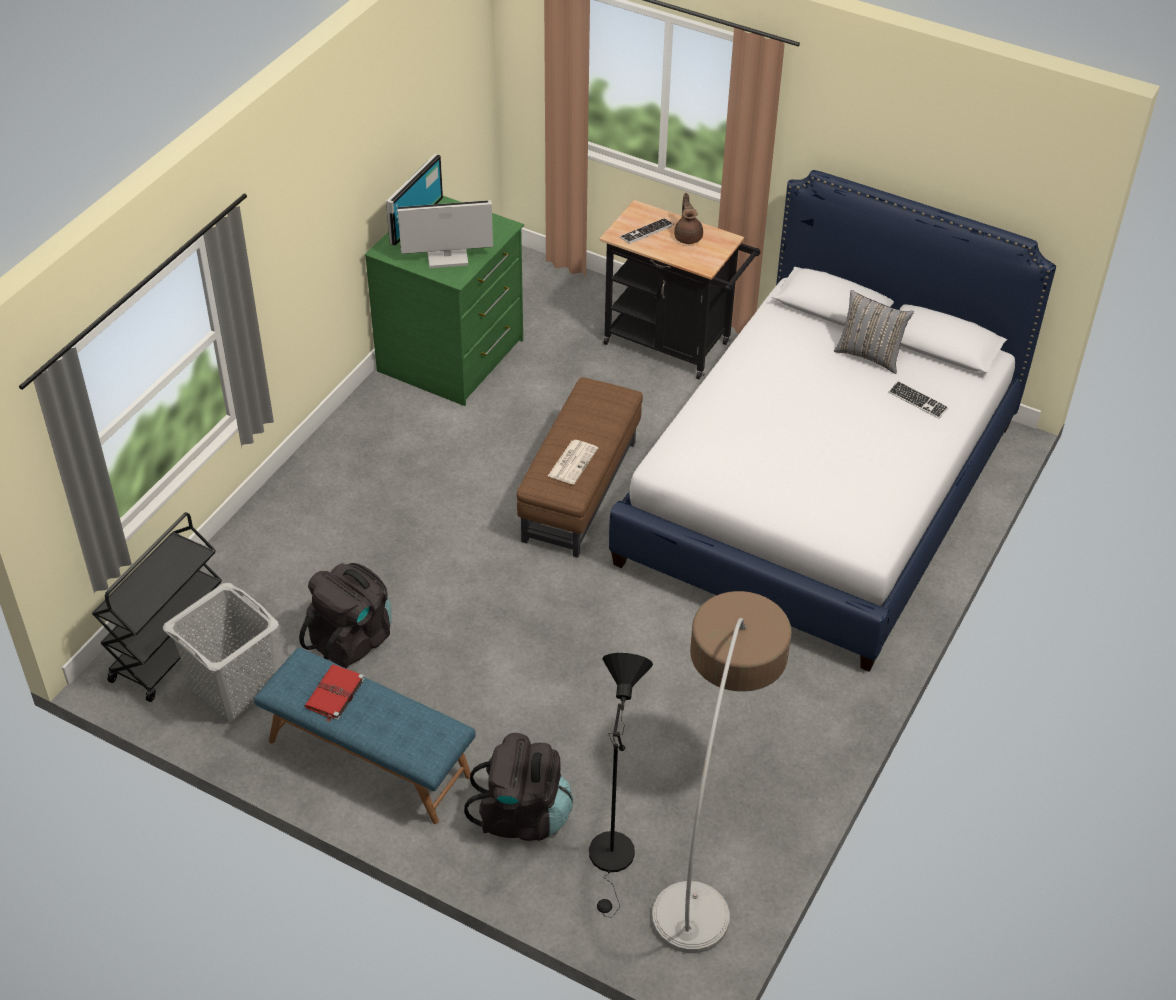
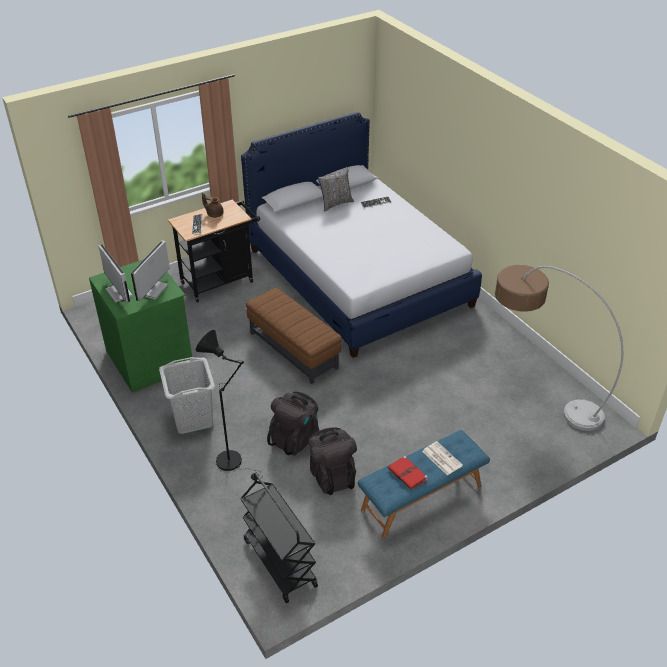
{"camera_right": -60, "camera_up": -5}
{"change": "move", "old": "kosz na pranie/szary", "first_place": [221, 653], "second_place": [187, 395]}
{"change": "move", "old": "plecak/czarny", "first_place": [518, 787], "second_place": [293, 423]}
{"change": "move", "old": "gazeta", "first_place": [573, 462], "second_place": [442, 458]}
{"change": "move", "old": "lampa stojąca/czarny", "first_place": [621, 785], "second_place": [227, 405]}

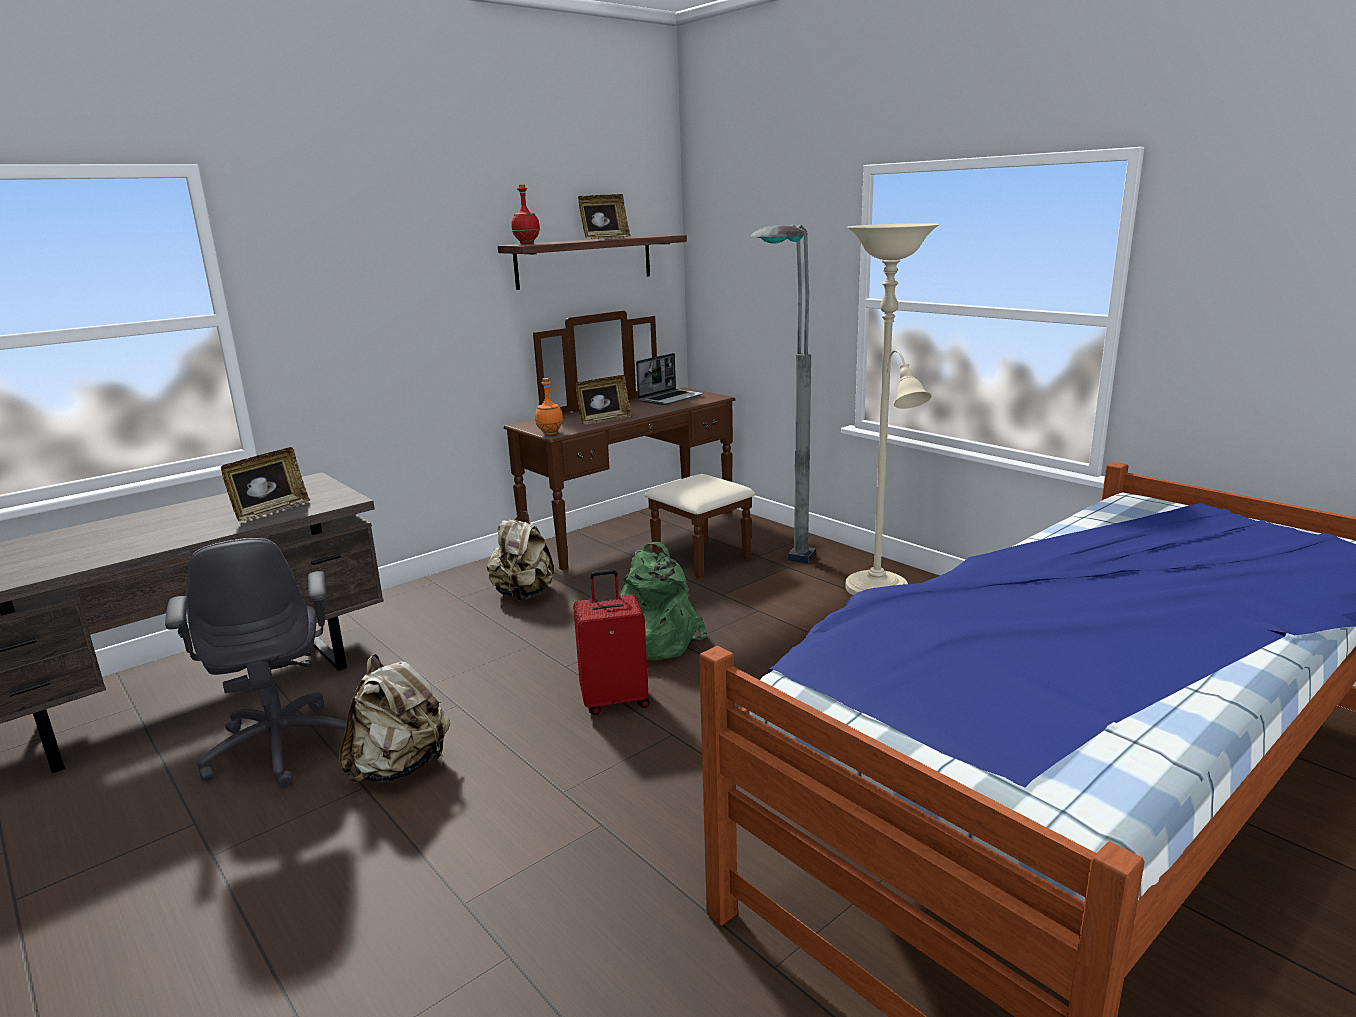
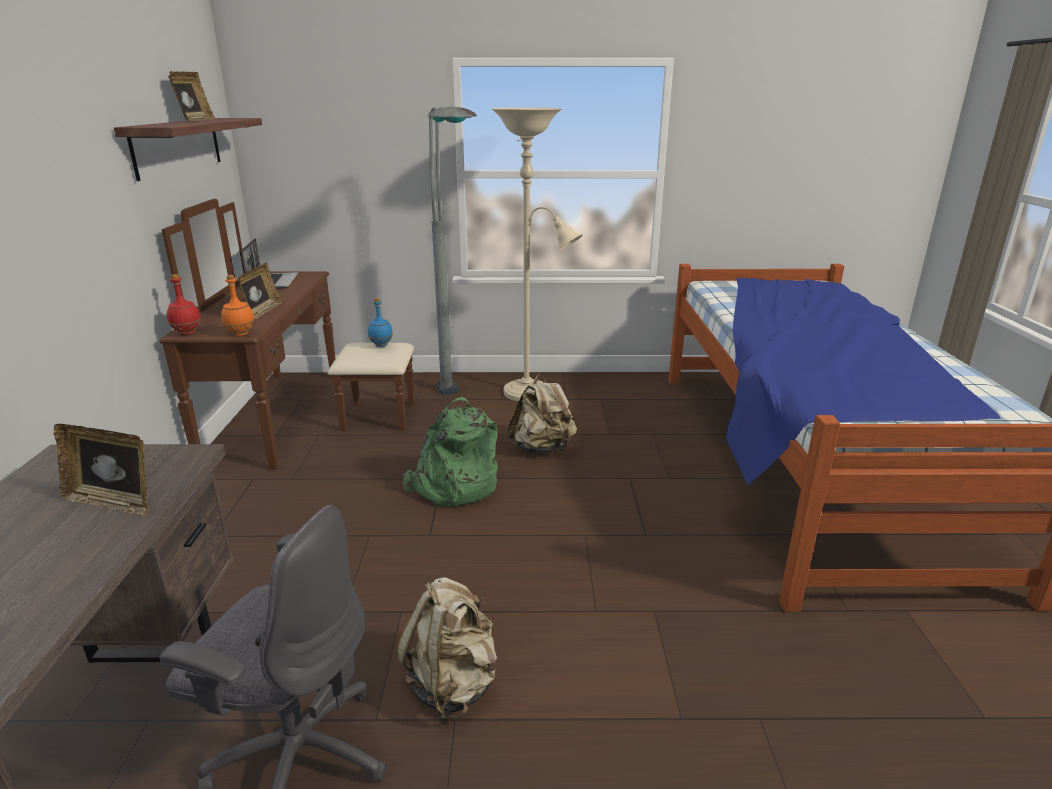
{"camera_right": -50, "camera_up": 5}
{"change": "rotate", "old": "ramka na zdjęcie", "first_place": [265, 484], "second_place": [101, 470], "degrees": 120}
{"change": "move", "old": "plecak/beżowy", "first_place": [520, 555], "second_place": [542, 413]}
{"change": "move", "old": "butelka/czerwony", "first_place": [525, 214], "second_place": [184, 304]}
{"change": "delete", "old": "walizka/czerwony", "first_place": [611, 642]}
{"change": "insert", "new": "butelka/niebieski", "second_place": [380, 322]}

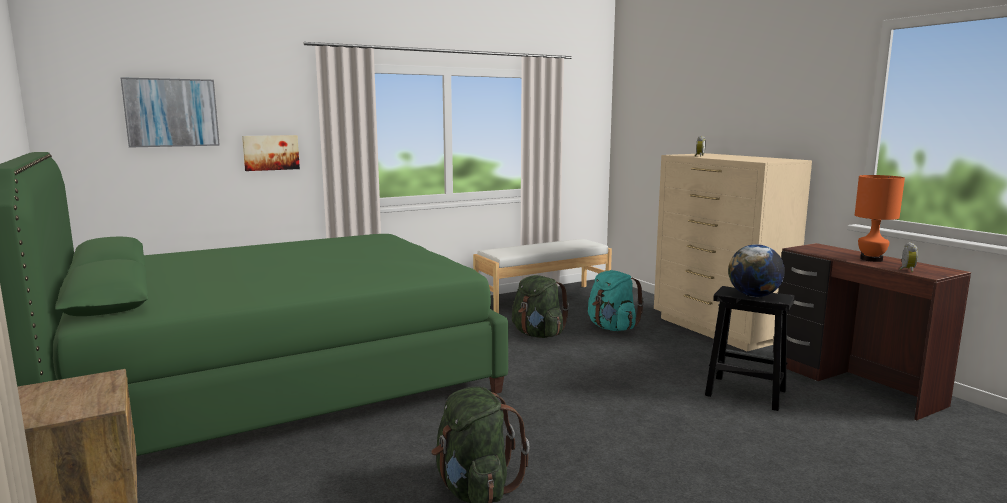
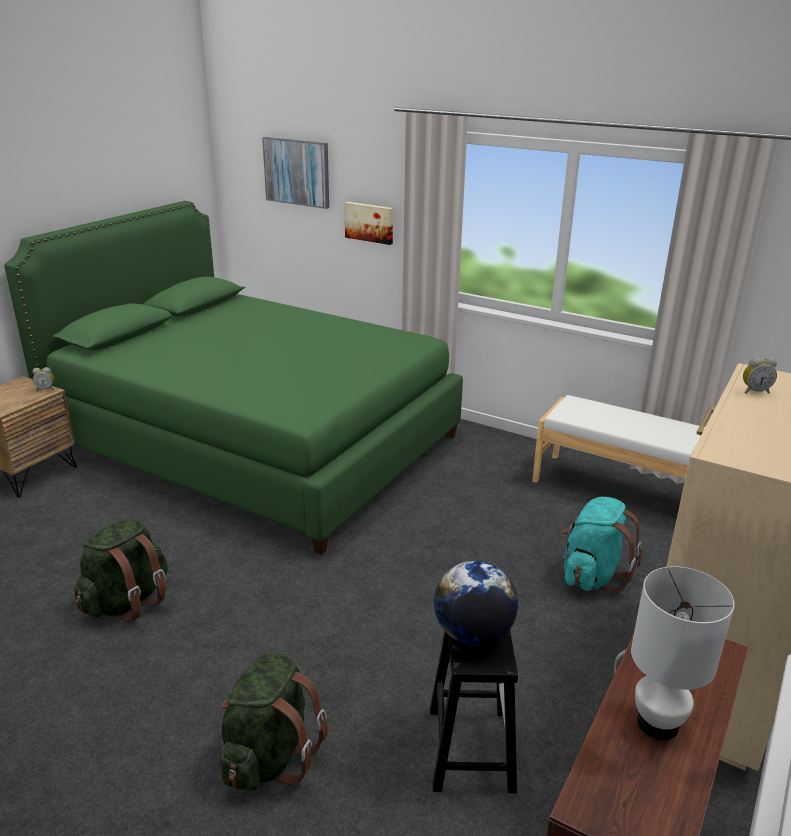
{"camera_right": 60, "camera_up": 15}
{"change": "move", "old": "plecak/zielony", "first_place": [540, 306], "second_place": [274, 722]}
{"change": "recolor", "old": "lampa stołowa/pomarańczowy", "new": "lampa stołowa/biały", "first_place": [880, 218], "second_place": [683, 653]}
{"change": "move", "old": "budzik", "first_place": [909, 257], "second_place": [43, 379]}

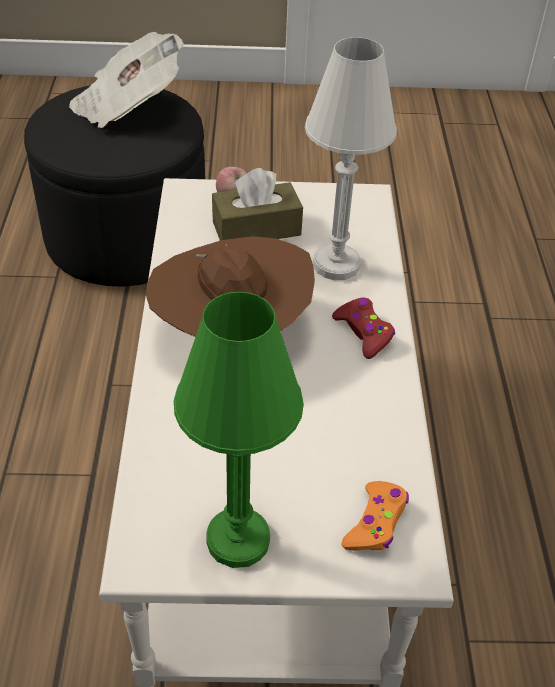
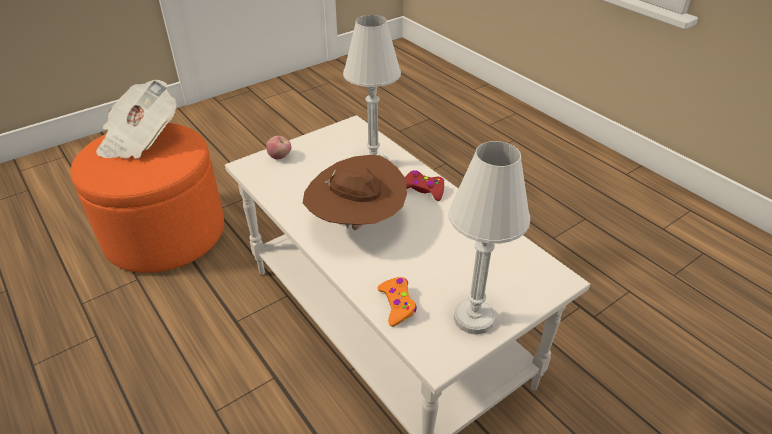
{"camera_right": -35, "camera_up": -5}
{"change": "recolor", "old": "pufa/czarny", "new": "pufa/pomarańczowy", "first_place": [114, 186], "second_place": [147, 198]}
{"change": "recolor", "old": "lampa stołowa/zielony", "new": "lampa stołowa/biały", "first_place": [239, 430], "second_place": [489, 238]}
{"change": "delete", "old": "pudełko chusteczek/brązowy", "first_place": [257, 204]}
{"change": "move", "old": "pad do gier/pomarańczowy", "first_place": [375, 516], "second_place": [397, 302]}

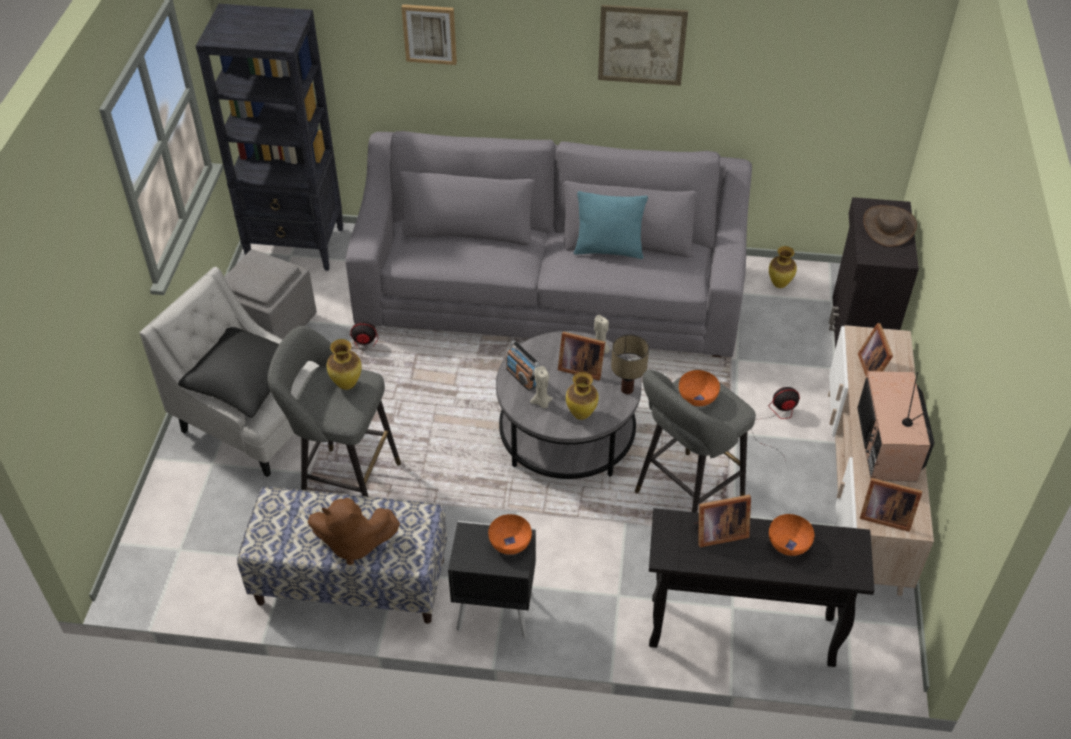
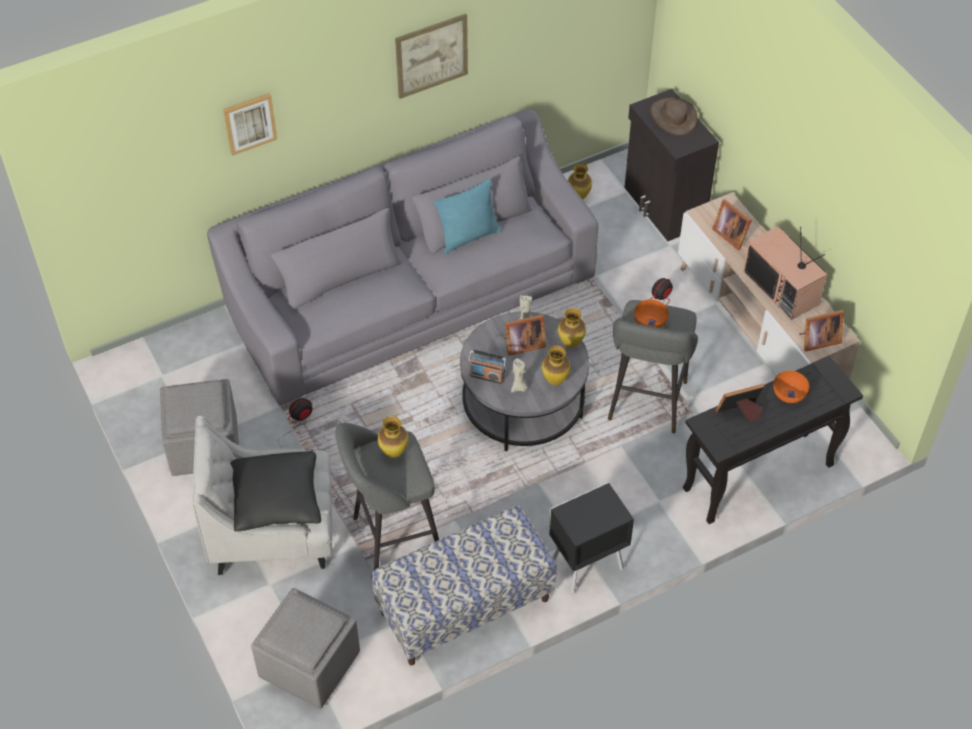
{"camera_right": -35, "camera_up": 5}
{"change": "delete", "old": "regał/czarny", "first_place": [269, 137]}
{"change": "delete", "old": "pluszak/brązowy", "first_place": [354, 531]}
{"change": "delete", "old": "miska/pomarańczowy", "first_place": [510, 534]}
{"change": "replace", "old": "lampa stołowa", "new": "wazon", "first_place": [630, 364], "second_place": [572, 328]}
{"change": "rotate", "old": "ramka na zdjęcie", "first_place": [722, 521], "second_place": [740, 402], "degrees": -150}
{"change": "insert", "new": "pufa/szary", "second_place": [305, 648]}

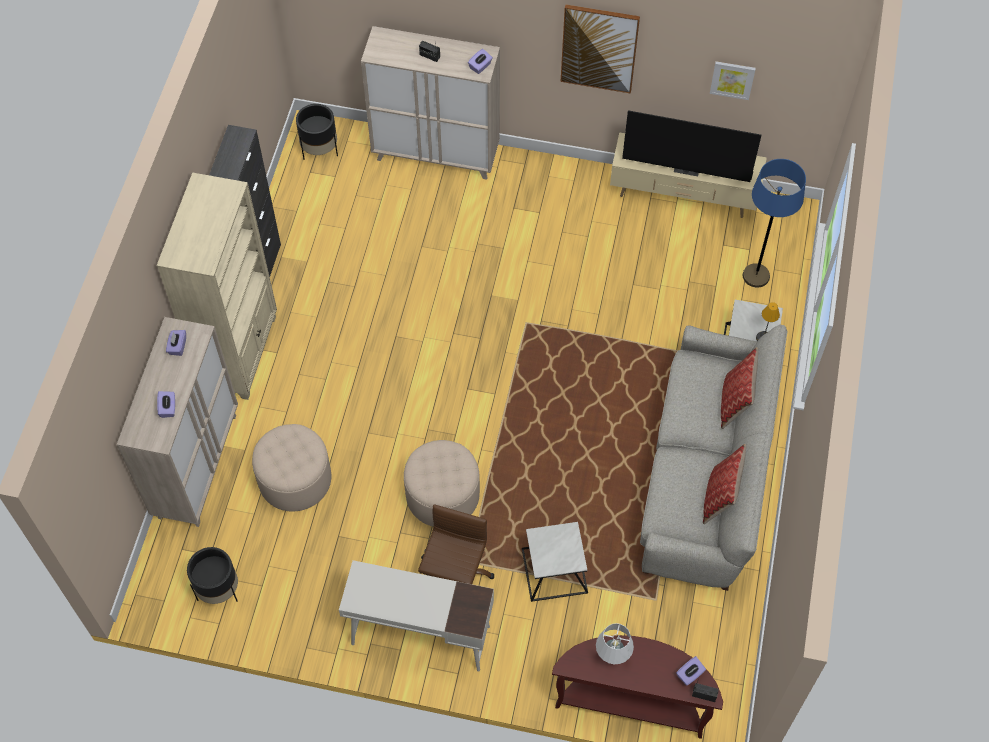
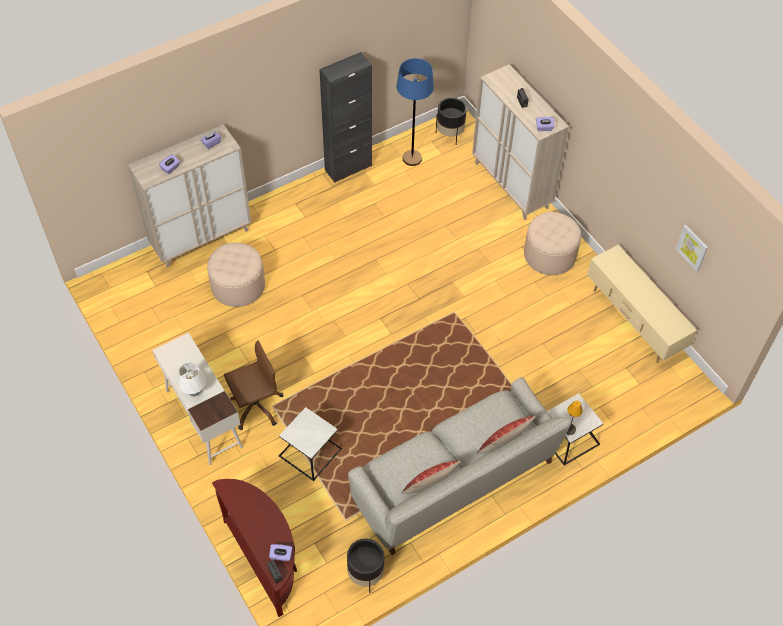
{"camera_right": 45, "camera_up": -5}
{"change": "delete", "old": "regał/beżowy", "first_place": [217, 286]}
{"change": "move", "old": "donica/czarny", "first_place": [212, 575], "second_place": [365, 566]}
{"change": "move", "old": "pufa/beżowy", "first_place": [442, 483], "second_place": [552, 243]}
{"change": "delete", "old": "obraz", "first_place": [600, 48]}
{"change": "move", "old": "lampa stołowa/biały", "first_place": [615, 643], "second_place": [192, 379]}
{"change": "delete", "old": "telewizor", "first_place": [691, 146]}
{"change": "move", "old": "lampa stojąca/niebieski", "first_place": [774, 223], "second_place": [415, 112]}

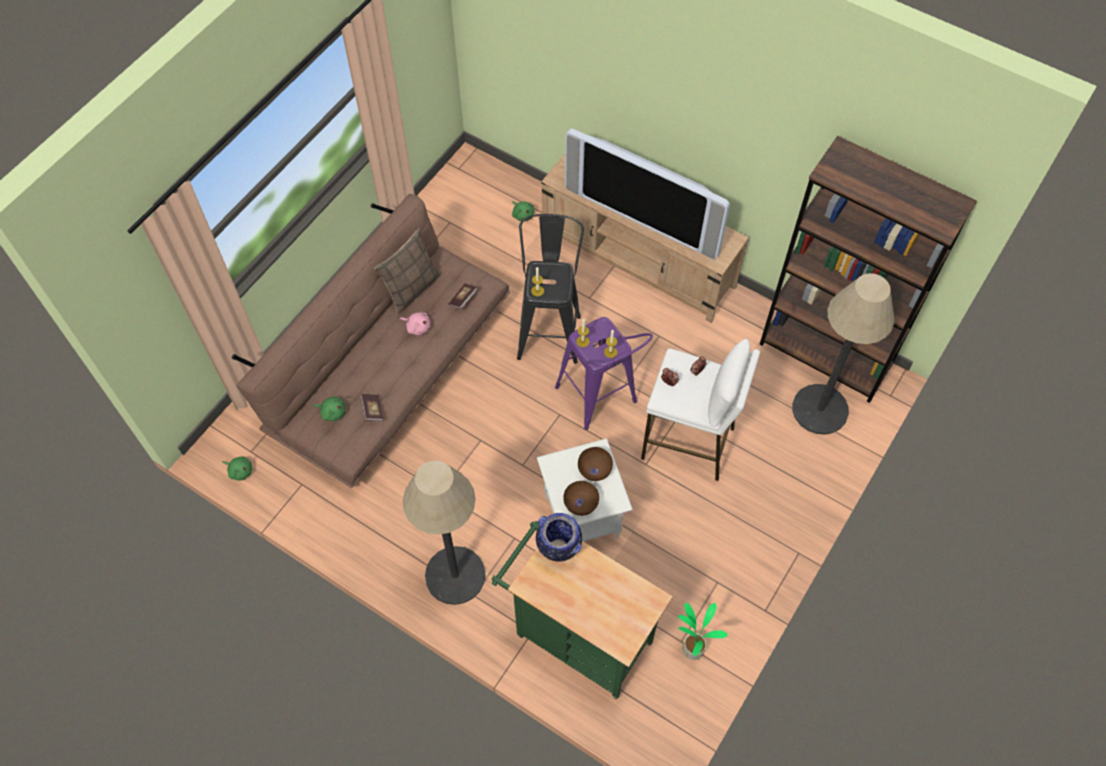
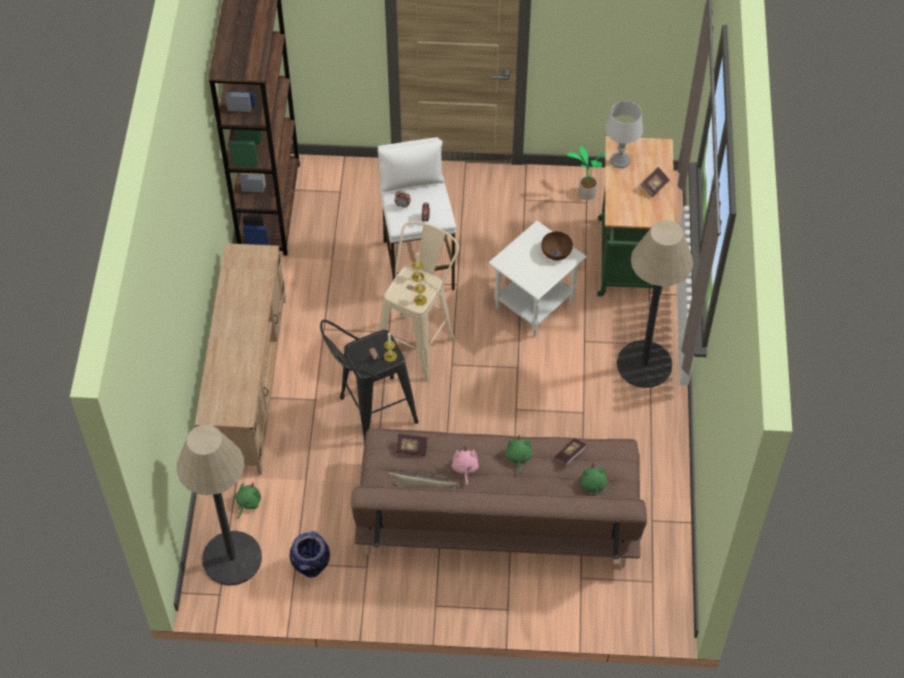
{"camera_right": -120, "camera_up": -5}
{"change": "move", "old": "pluszak/zielony", "first_place": [237, 468], "second_place": [519, 455]}
{"change": "move", "old": "wazon", "first_place": [559, 537], "second_place": [310, 554]}
{"change": "recolor", "old": "stołek/fioletowy", "new": "stołek/beżowy", "first_place": [604, 373], "second_place": [417, 300]}
{"change": "delete", "old": "telewizor", "first_place": [647, 194]}
{"change": "delete", "old": "miska/brązowy", "first_place": [595, 464]}
{"change": "move", "old": "lampa stojąca", "first_place": [843, 354], "second_place": [219, 505]}
{"change": "insert", "new": "lampa stołowa/szary", "second_place": [624, 134]}
{"change": "insert", "new": "książka", "second_place": [655, 182]}

